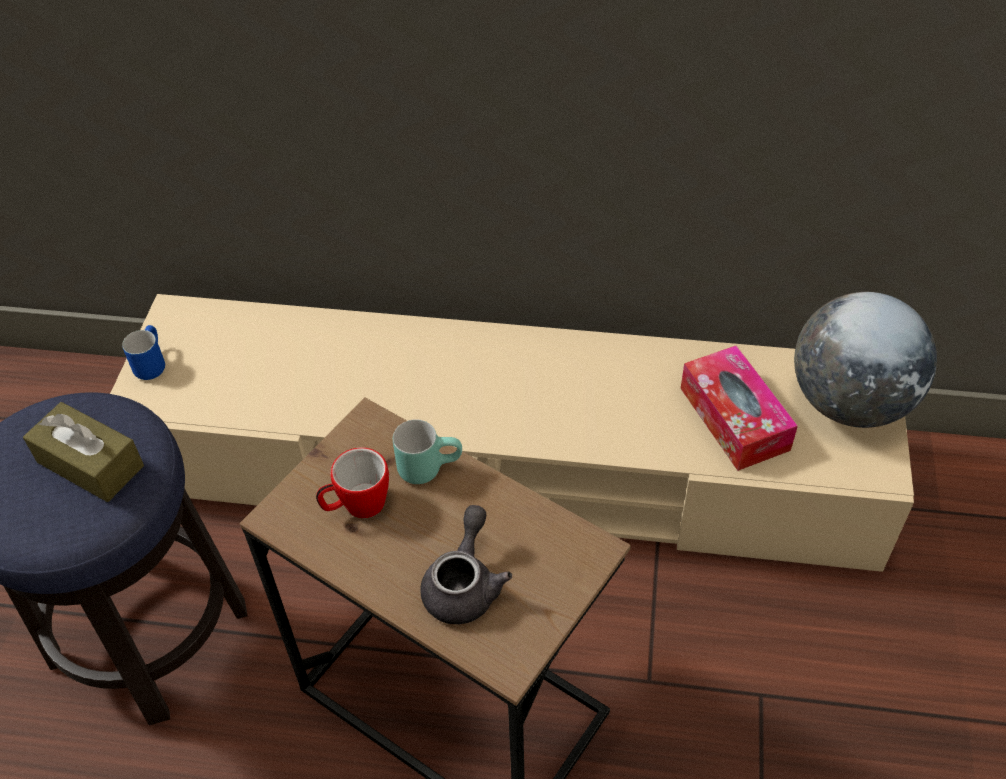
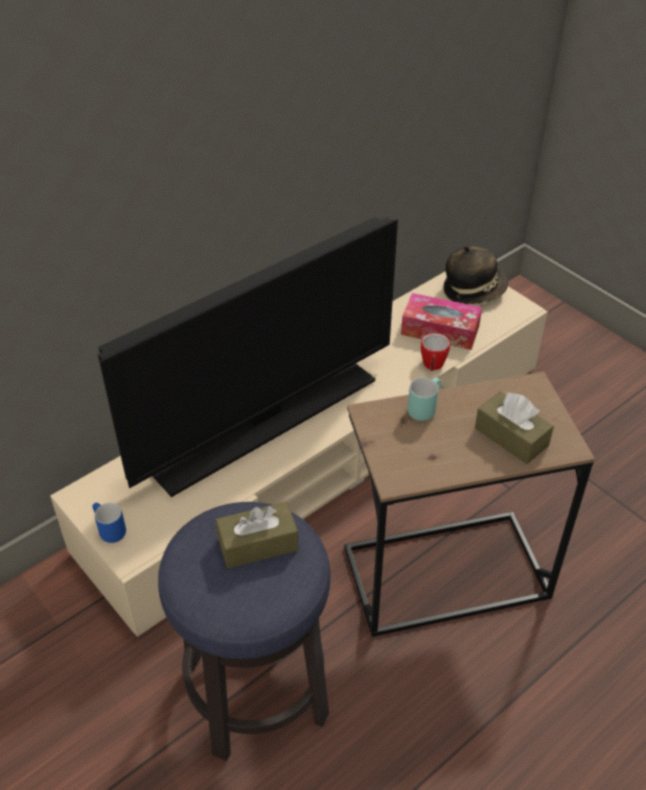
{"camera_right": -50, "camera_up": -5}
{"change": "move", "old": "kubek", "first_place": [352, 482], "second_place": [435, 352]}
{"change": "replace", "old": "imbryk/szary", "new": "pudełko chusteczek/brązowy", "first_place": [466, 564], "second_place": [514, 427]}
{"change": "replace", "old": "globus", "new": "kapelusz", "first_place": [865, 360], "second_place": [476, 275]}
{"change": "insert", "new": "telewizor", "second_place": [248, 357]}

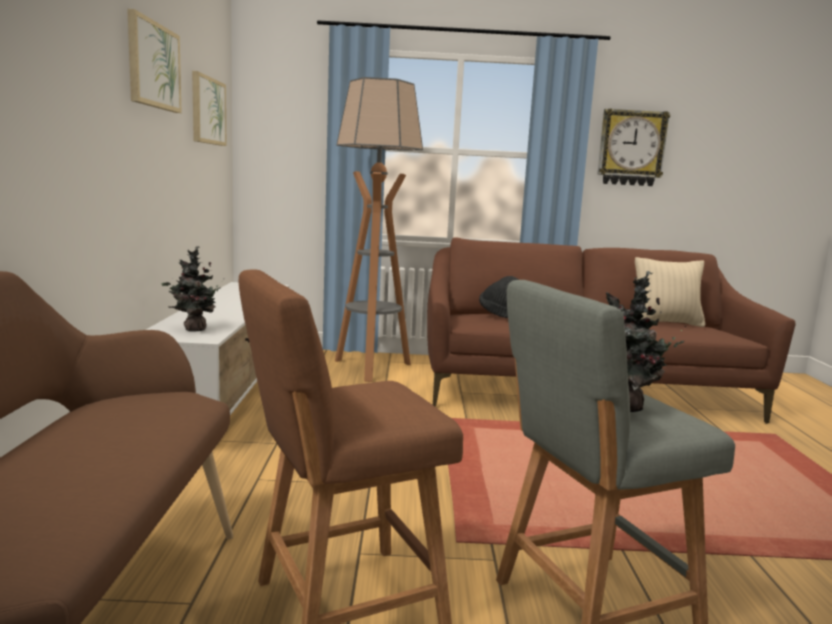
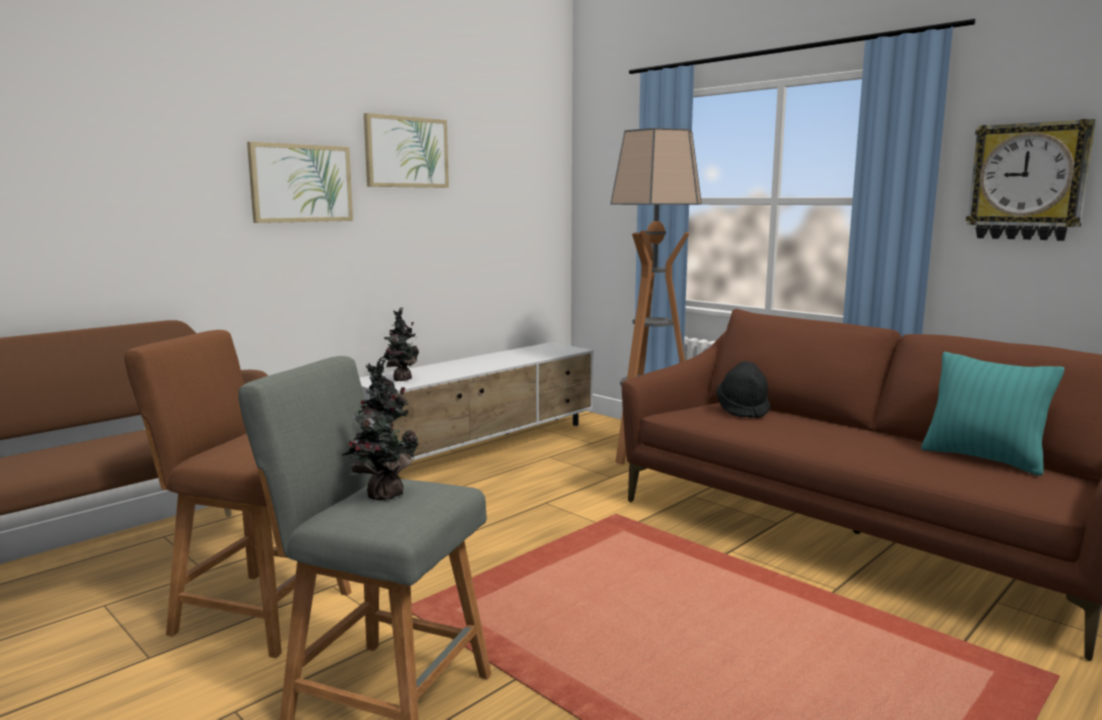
{"camera_right": 45, "camera_up": 0}
{"change": "move", "old": "obraz", "first_place": [209, 108], "second_place": [300, 182]}
{"change": "recolor", "old": "poduszka/beżowy", "new": "poduszka/turkusowy", "first_place": [670, 292], "second_place": [992, 414]}

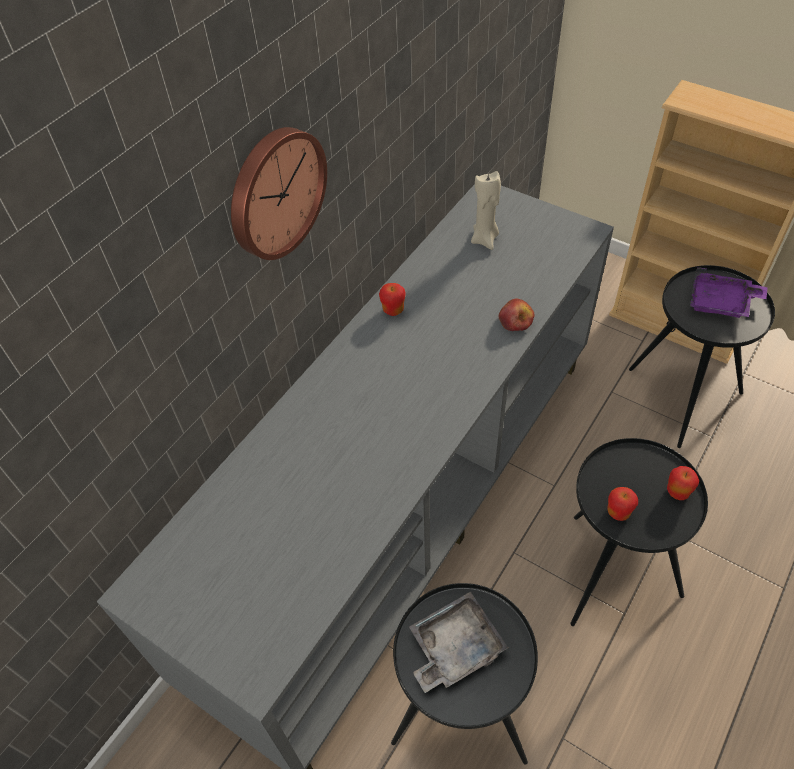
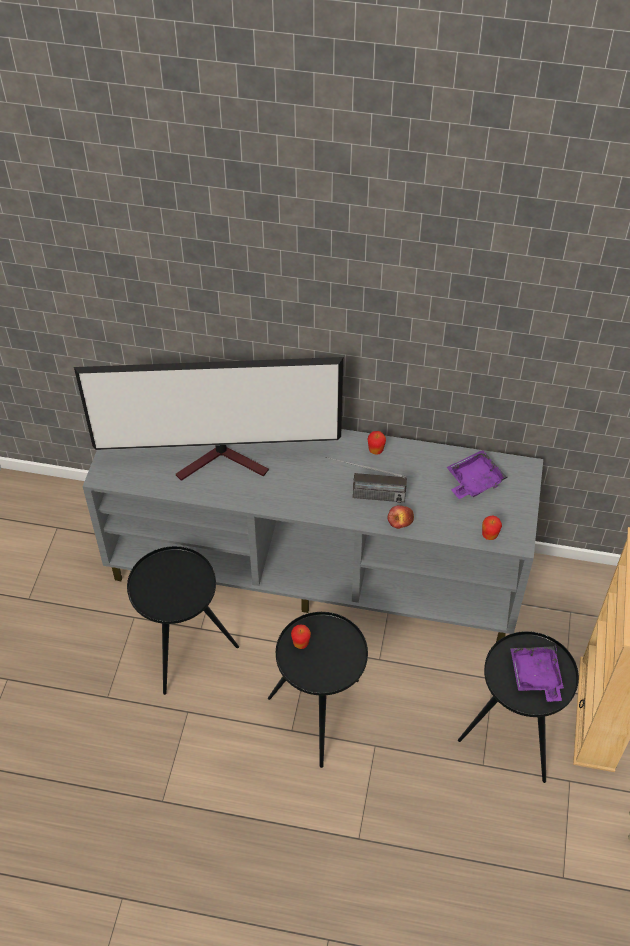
{"camera_right": 65, "camera_up": 0}
{"change": "delete", "old": "zegar ścienny", "first_place": [279, 193]}
{"change": "delete", "old": "taca/szary", "first_place": [458, 642]}
{"change": "replace", "old": "świeca/beżowy", "new": "taca/fioletowy", "first_place": [486, 210], "second_place": [477, 474]}
{"change": "move", "old": "jabłko", "first_place": [683, 483], "second_place": [492, 528]}
{"change": "insert", "new": "telewizor", "second_place": [208, 419]}
{"change": "insert", "new": "radio", "second_place": [366, 480]}

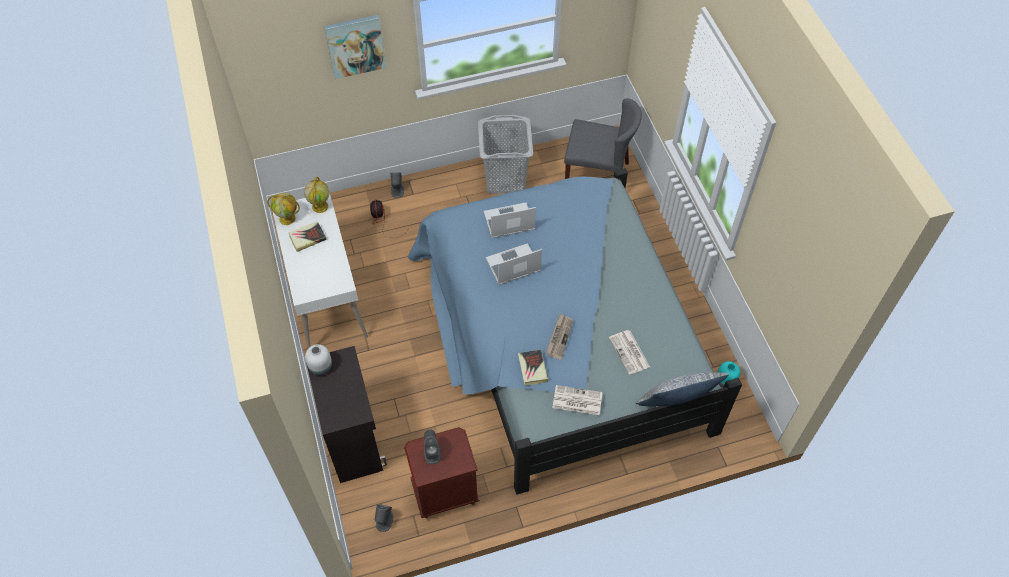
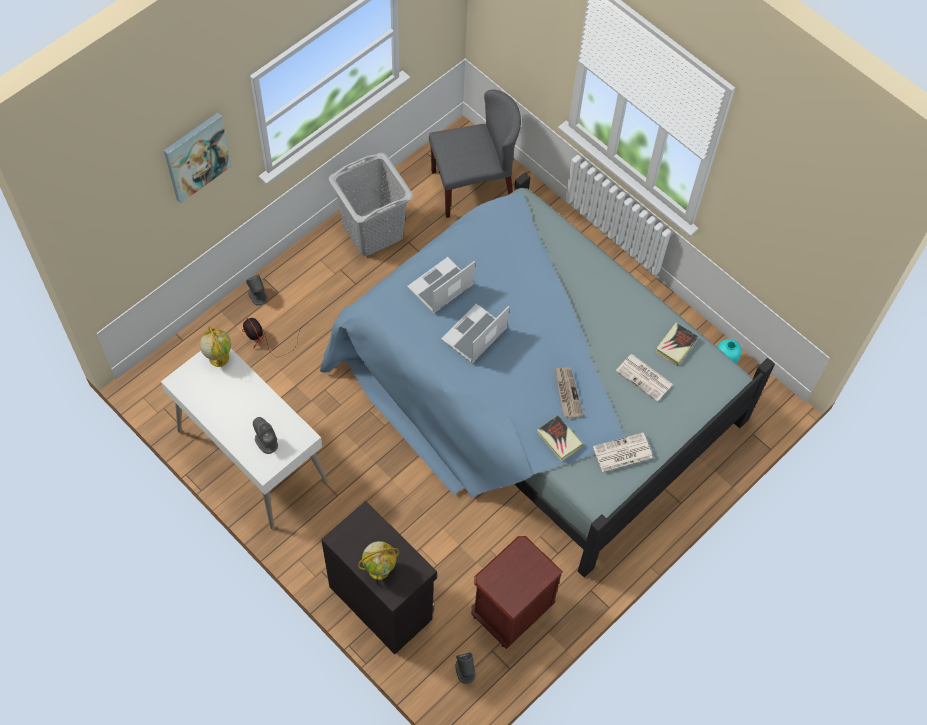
{"camera_right": -30, "camera_up": 5}
{"change": "move", "old": "globus", "first_place": [283, 208], "second_place": [379, 560]}
{"change": "move", "old": "książka", "first_place": [307, 236], "second_place": [677, 344]}
{"change": "delete", "old": "wazon/biały", "first_place": [318, 359]}
{"change": "move", "old": "głośnik/szary", "first_place": [432, 447], "second_place": [265, 435]}
{"change": "delete", "old": "poduszka", "first_place": [682, 389]}

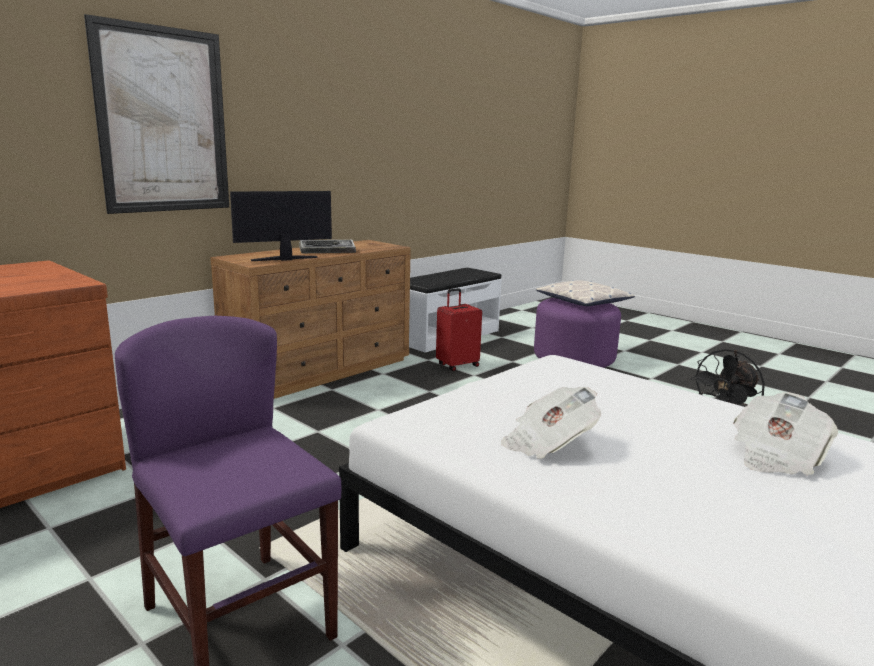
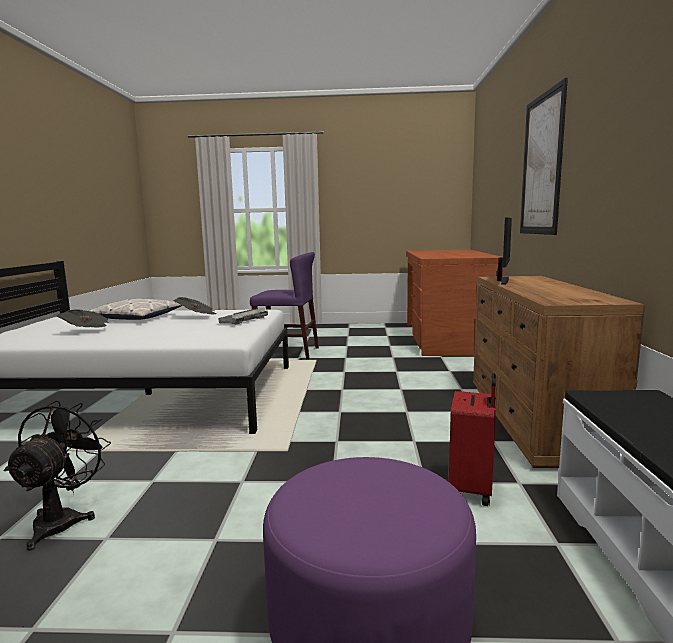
{"camera_right": 140, "camera_up": -5}
{"change": "move", "old": "klawiatura", "first_place": [327, 246], "second_place": [243, 316]}
{"change": "move", "old": "poduszka", "first_place": [585, 293], "second_place": [135, 309]}

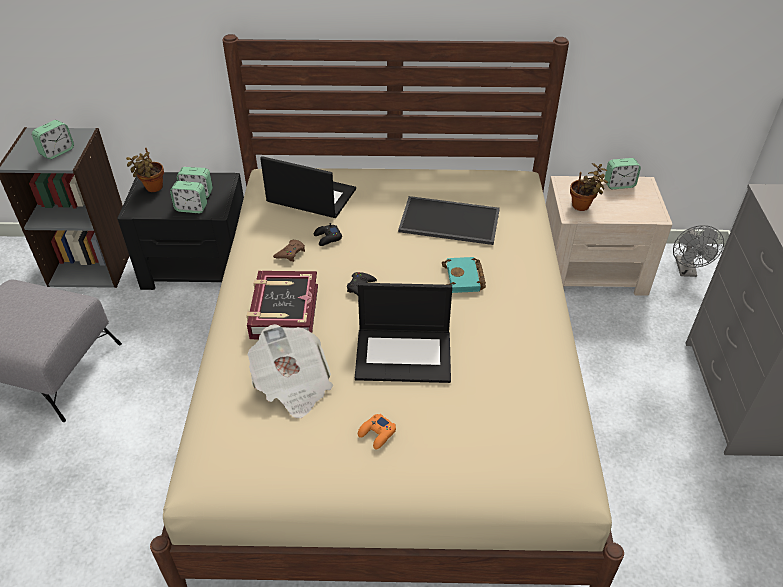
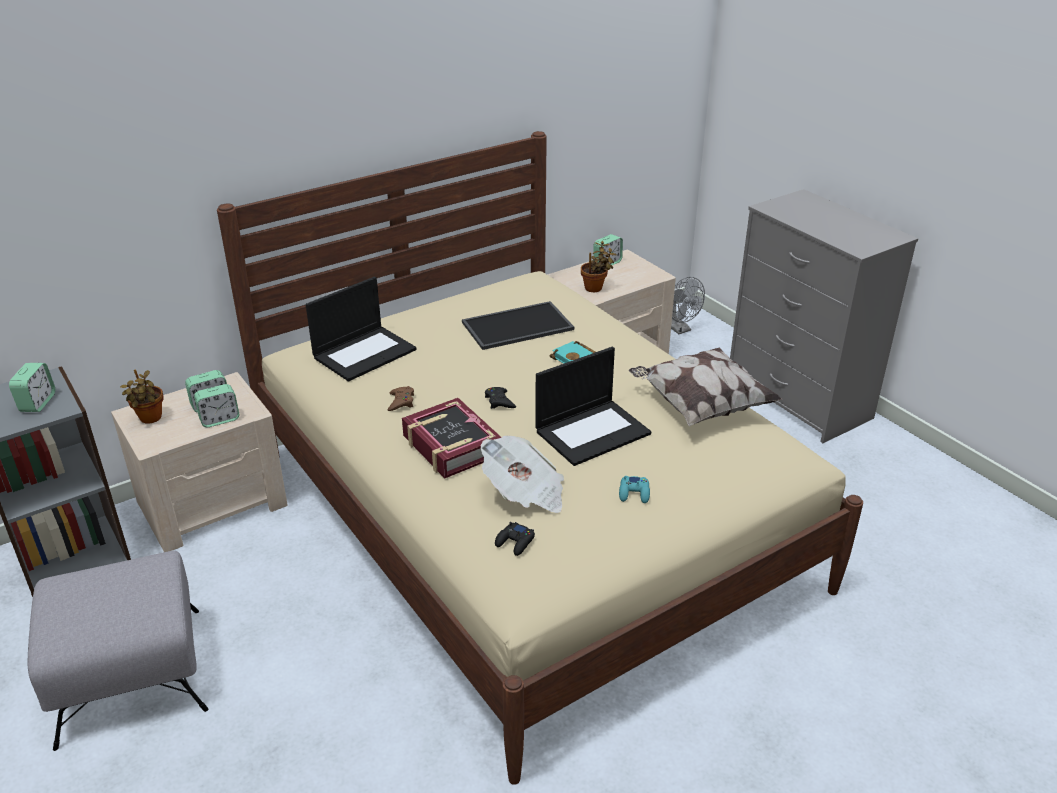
{"camera_right": -35, "camera_up": -10}
{"change": "recolor", "old": "szafka nocna/czarny", "new": "szafka nocna/beżowy", "first_place": [181, 231], "second_place": [199, 462]}
{"change": "rotate", "old": "laptop", "first_place": [308, 187], "second_place": [361, 329], "degrees": 150}
{"change": "move", "old": "pad do gier/czarny", "first_place": [328, 234], "second_place": [515, 539]}
{"change": "recolor", "old": "pad do gier/pomarańczowy", "new": "pad do gier/turkusowy", "first_place": [377, 431], "second_place": [634, 489]}
{"change": "insert", "new": "poduszka", "second_place": [705, 387]}

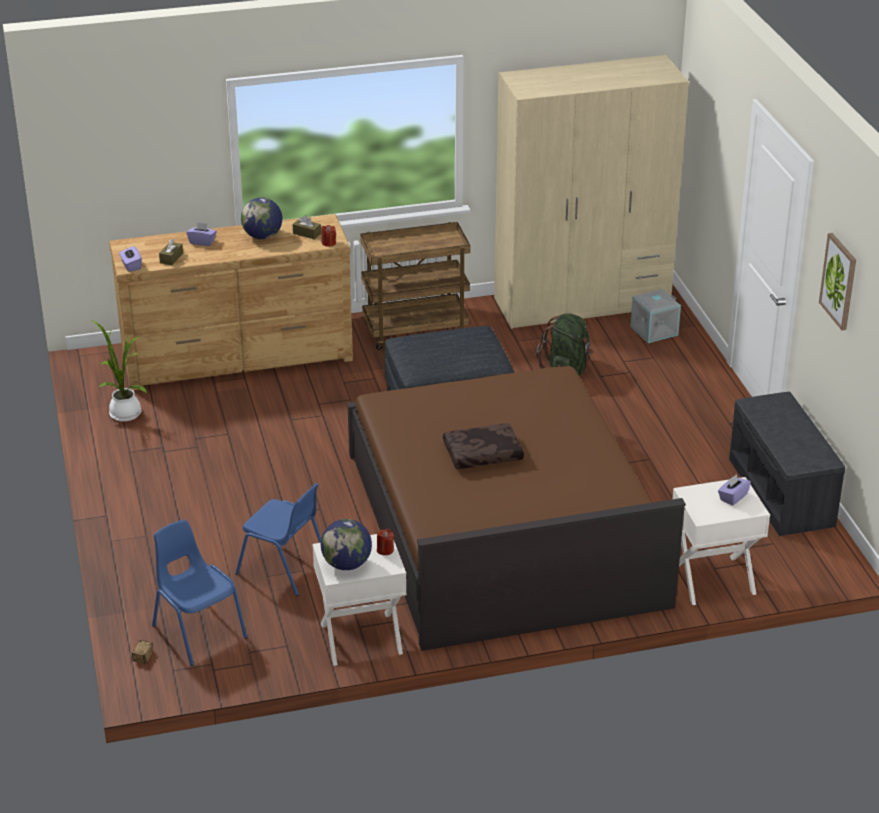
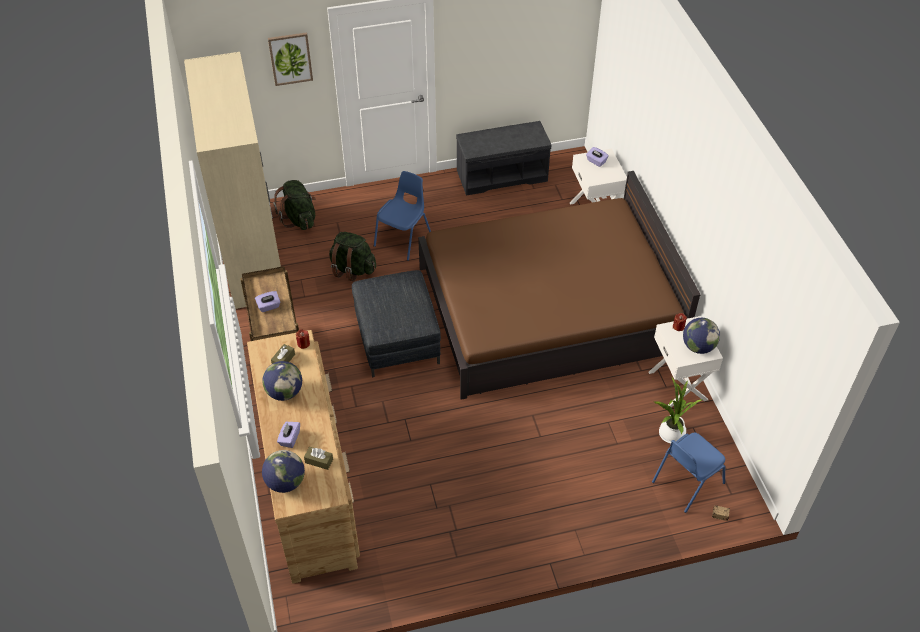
{"camera_right": -90, "camera_up": 15}
{"change": "move", "old": "roślina doniczkowa", "first_place": [119, 371], "second_place": [679, 411]}
{"change": "move", "old": "pudełko chusteczek/fioletowy", "first_place": [130, 258], "second_place": [267, 301]}
{"change": "move", "old": "krzesło/niebieski", "first_place": [278, 539], "second_place": [402, 216]}
{"change": "delete", "old": "poduszka/brązowy", "first_place": [483, 446]}
{"change": "replace", "old": "pojemnik do przechowywania/szary", "new": "plecak/zielony", "first_place": [655, 316], "second_place": [294, 205]}
{"change": "move", "old": "obraz", "first_place": [837, 281], "second_place": [290, 59]}
{"change": "insert", "new": "globus", "second_place": [283, 471]}

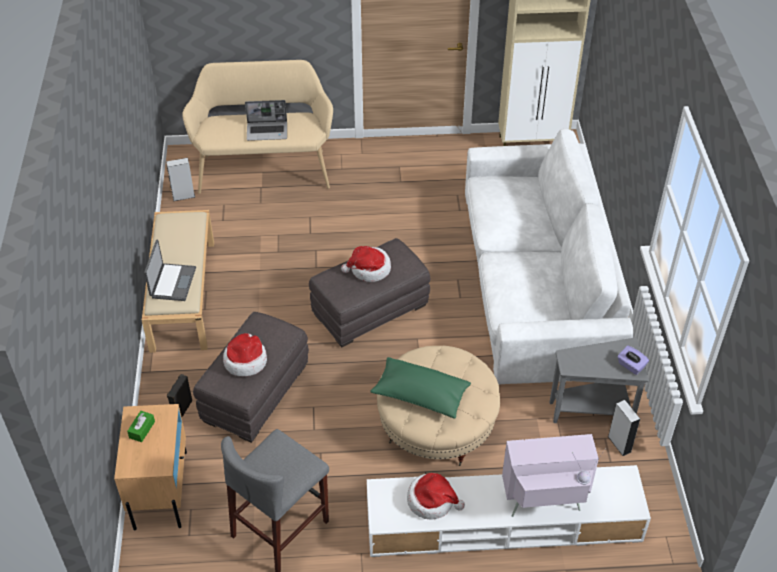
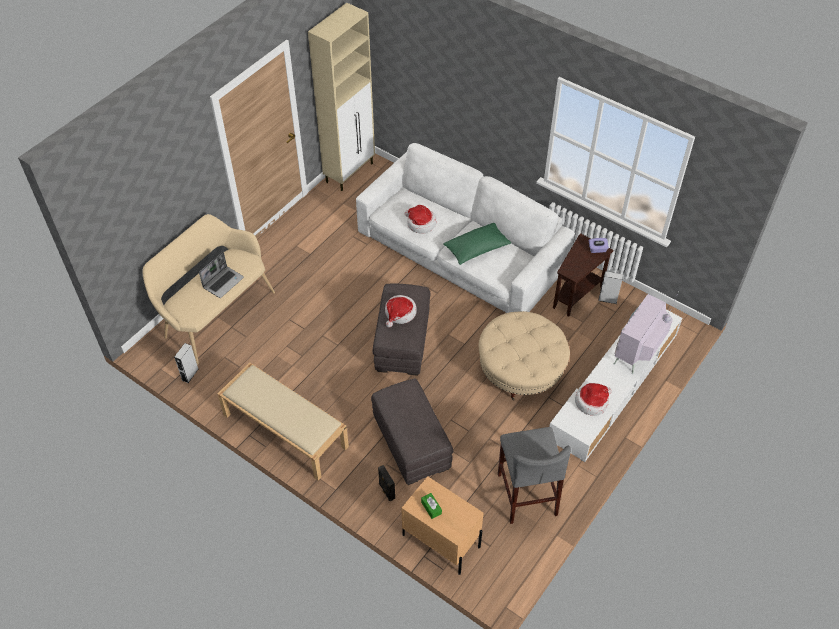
{"camera_right": -50, "camera_up": 5}
{"change": "delete", "old": "laptop", "first_place": [170, 270]}
{"change": "move", "old": "kapelusz", "first_place": [245, 355], "second_place": [420, 219]}
{"change": "move", "old": "poduszka/zielony", "first_place": [420, 388], "second_place": [477, 244]}
{"change": "recolor", "old": "stolik/szary", "new": "stolik/brązowy", "first_place": [599, 380], "second_place": [583, 275]}

